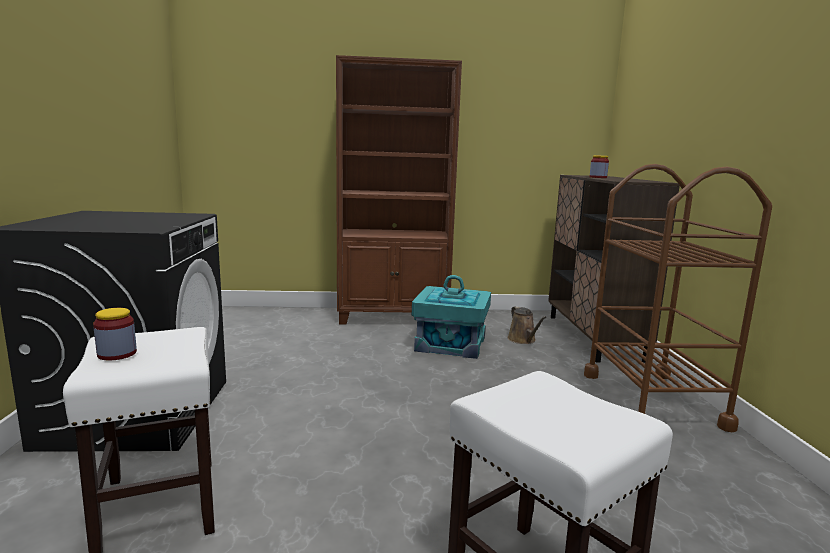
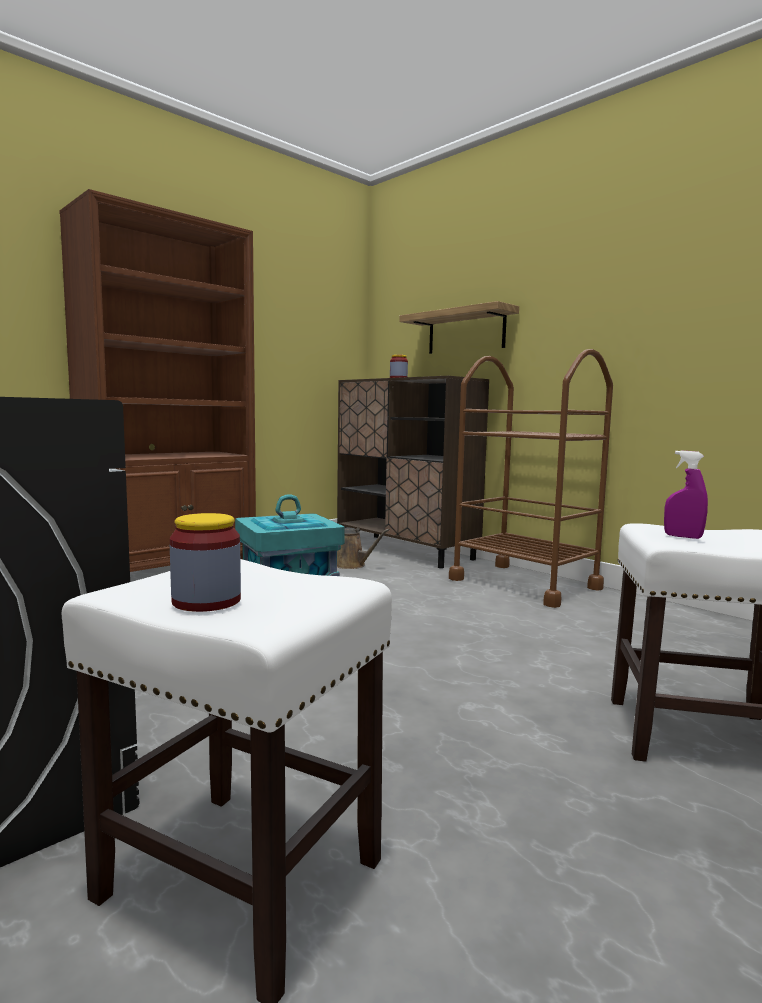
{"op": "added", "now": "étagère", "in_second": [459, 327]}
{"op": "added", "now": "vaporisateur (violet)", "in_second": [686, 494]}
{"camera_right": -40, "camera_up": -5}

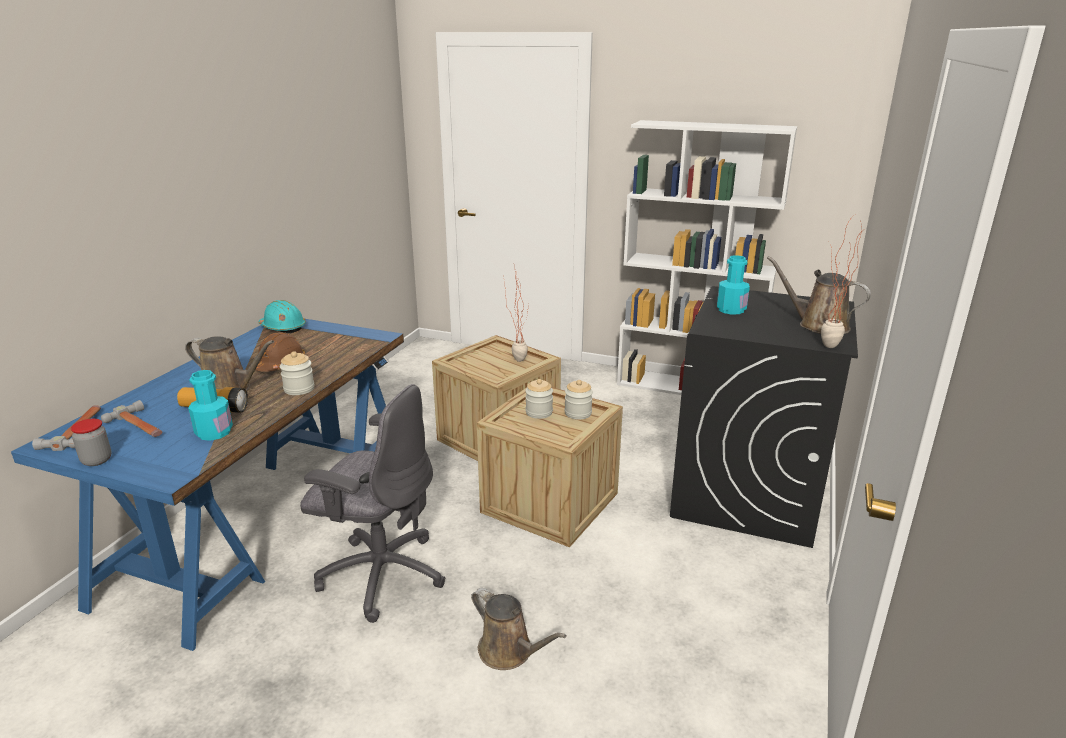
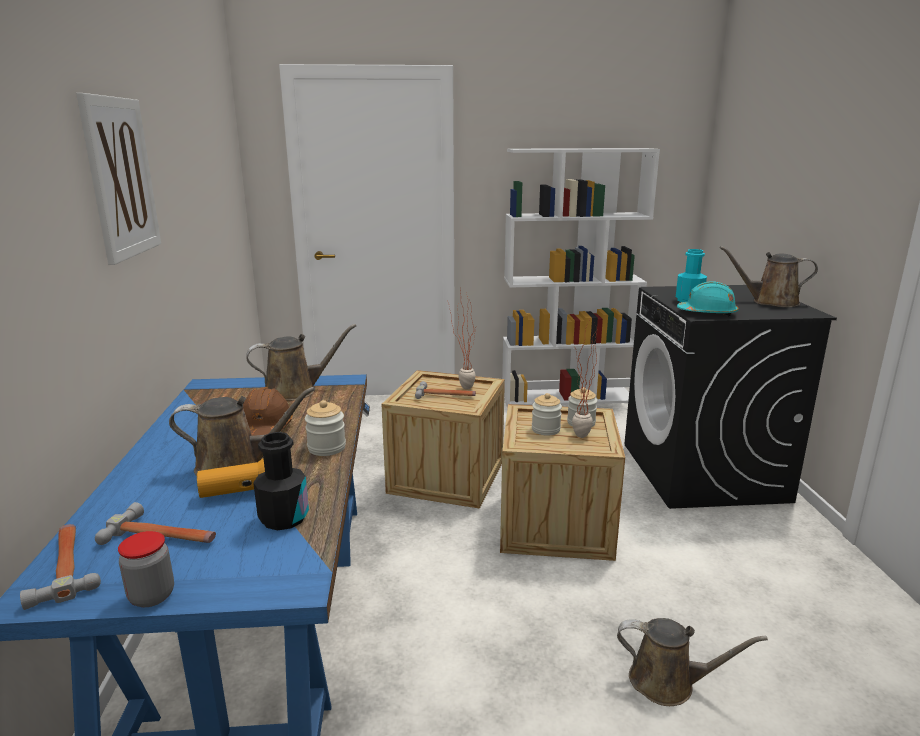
{"op": "moved", "was": "plante en pot", "in_first": [841, 282], "in_second": [584, 377]}
{"op": "moved", "was": "casque de chantier (turquoise)", "in_first": [282, 316], "in_second": [707, 298]}
{"op": "recoloured", "was": "bouteille (turquoise)", "now": "bouteille (noir)", "in_first": [210, 405], "in_second": [281, 481]}
{"op": "removed", "was": "chaise de bureau (gris)", "in_first": [373, 503]}
{"op": "added", "now": "tableau", "in_second": [118, 179]}
{"op": "added", "now": "arrosoir (marron)", "in_second": [301, 362]}
{"op": "added", "now": "marteau", "in_second": [445, 390]}
{"camera_right": -25, "camera_up": -5}

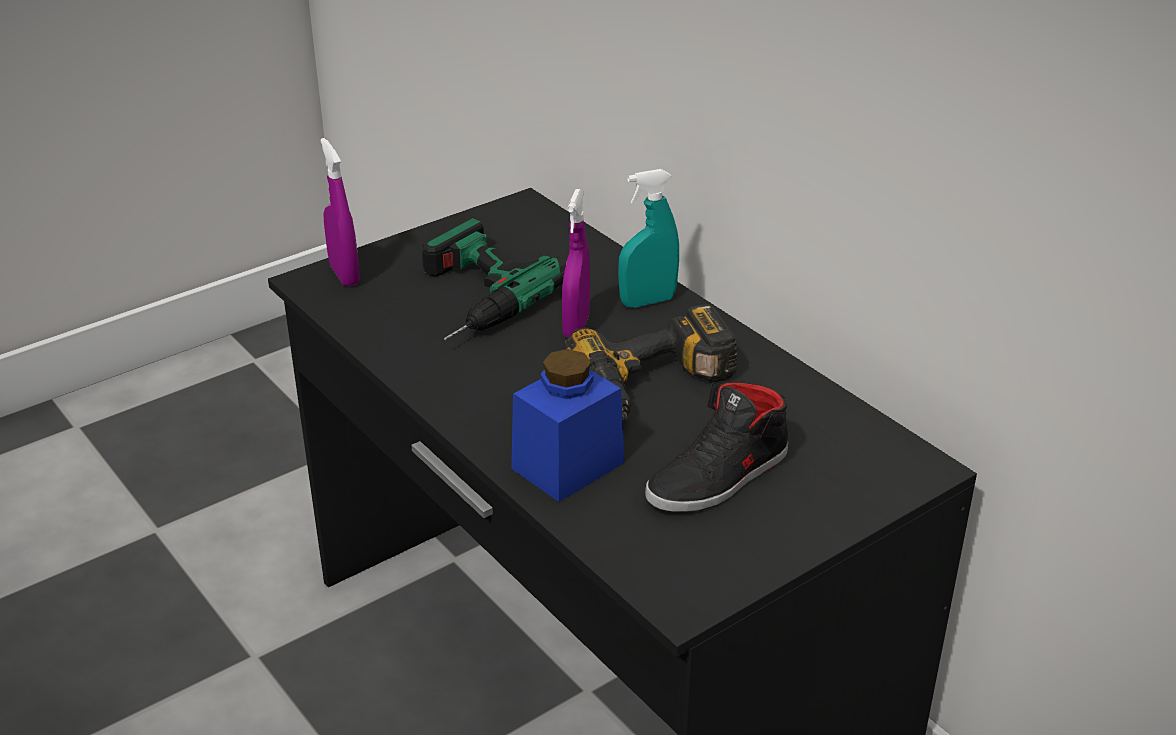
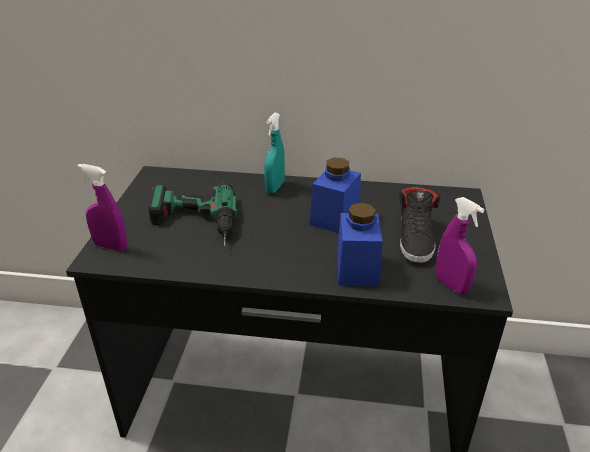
{"op": "moved", "was": "vaporisateur (violet)", "in_first": [576, 263], "in_second": [459, 245]}
{"op": "replaced", "was": "perceuse", "now": "bocal (bleu)", "in_first": [650, 362], "in_second": [335, 195]}
{"camera_right": -45, "camera_up": 0}

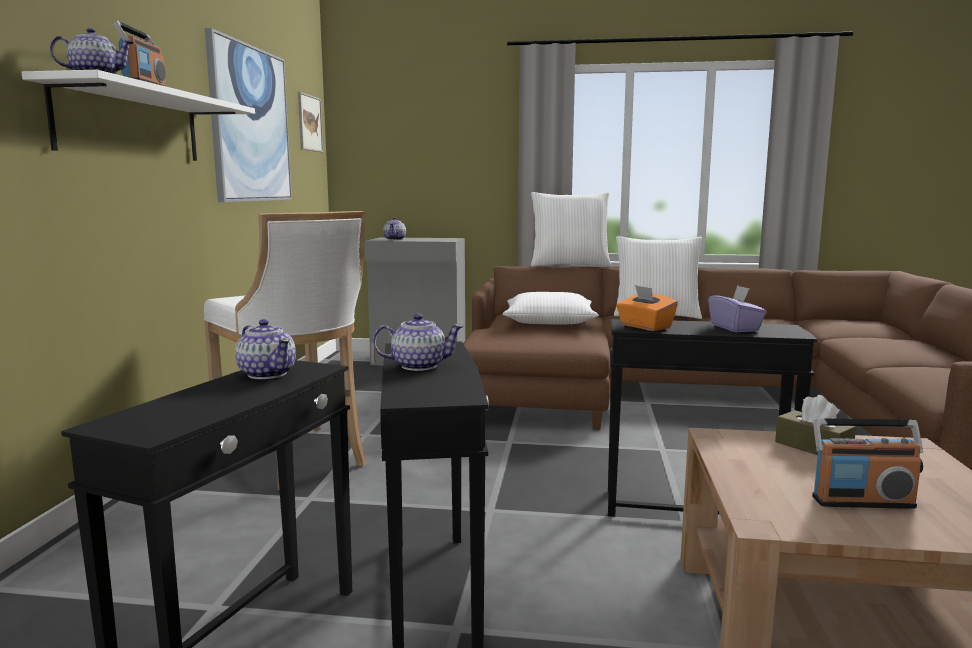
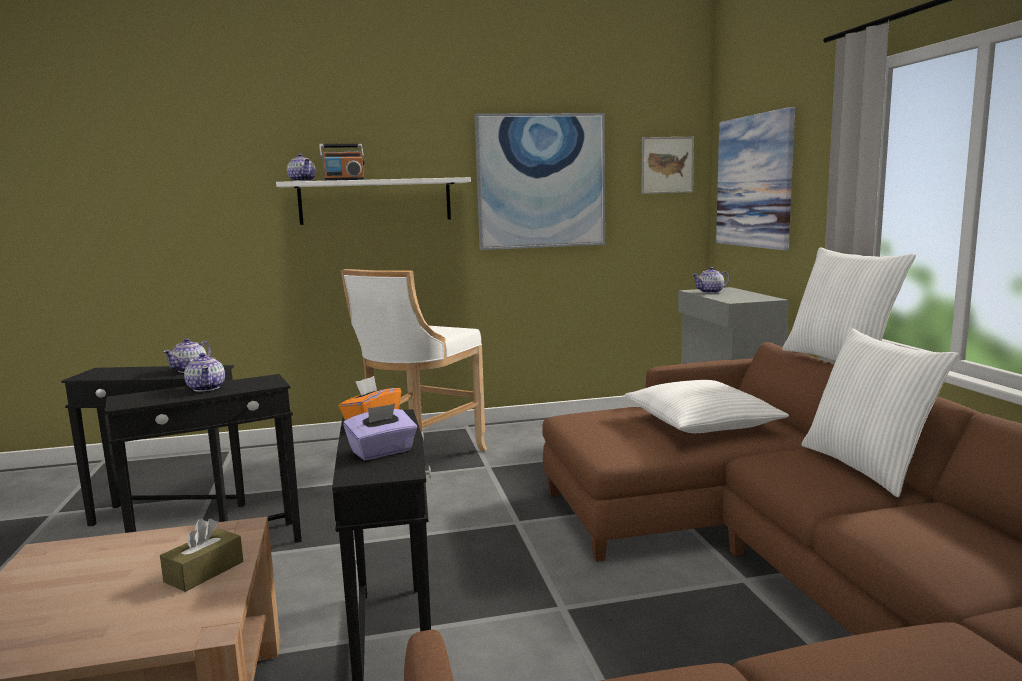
{"op": "removed", "was": "radio", "in_first": [867, 463]}
{"op": "added", "now": "tableau", "in_second": [755, 178]}
{"camera_right": 70, "camera_up": 0}

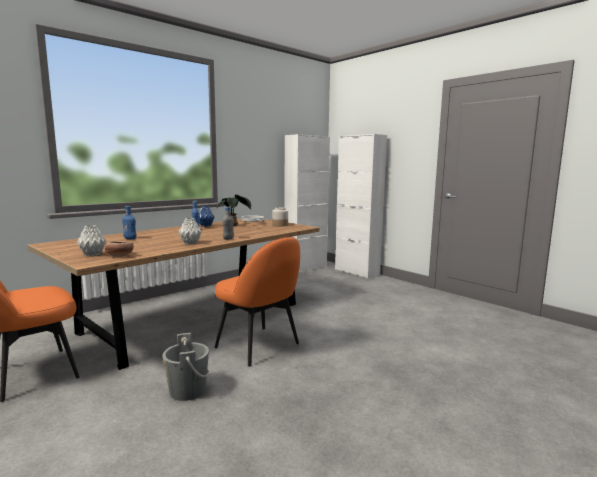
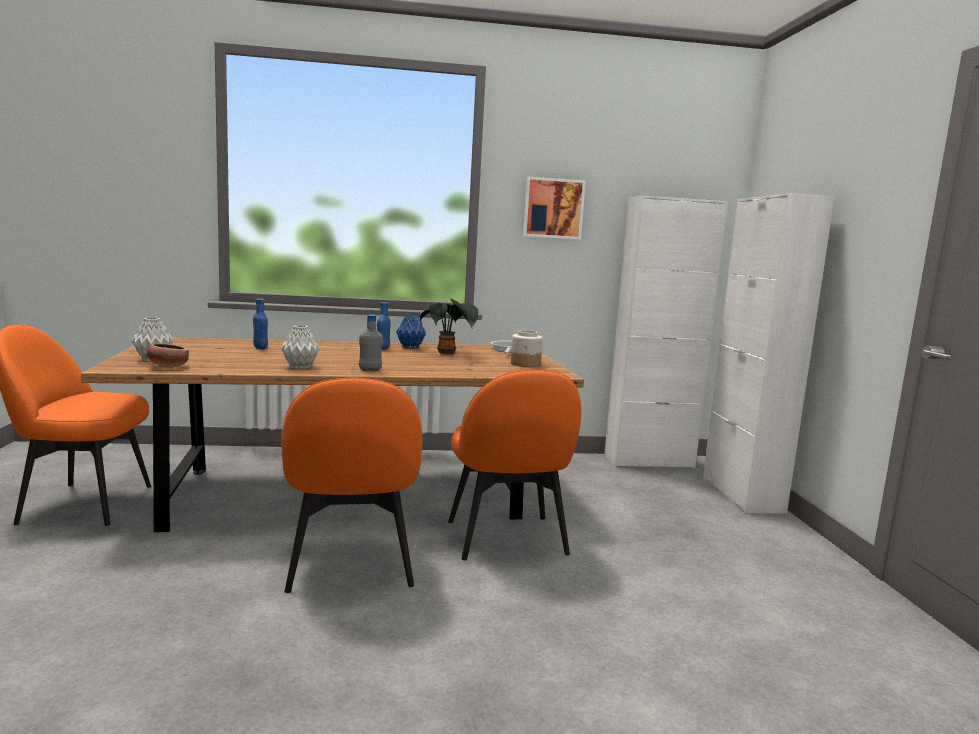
{"op": "removed", "was": "seau (gris)", "in_first": [185, 367]}
{"op": "added", "now": "tableau", "in_second": [554, 208]}
{"op": "added", "now": "chaise (orange)", "in_second": [514, 465]}
{"camera_right": 35, "camera_up": 0}

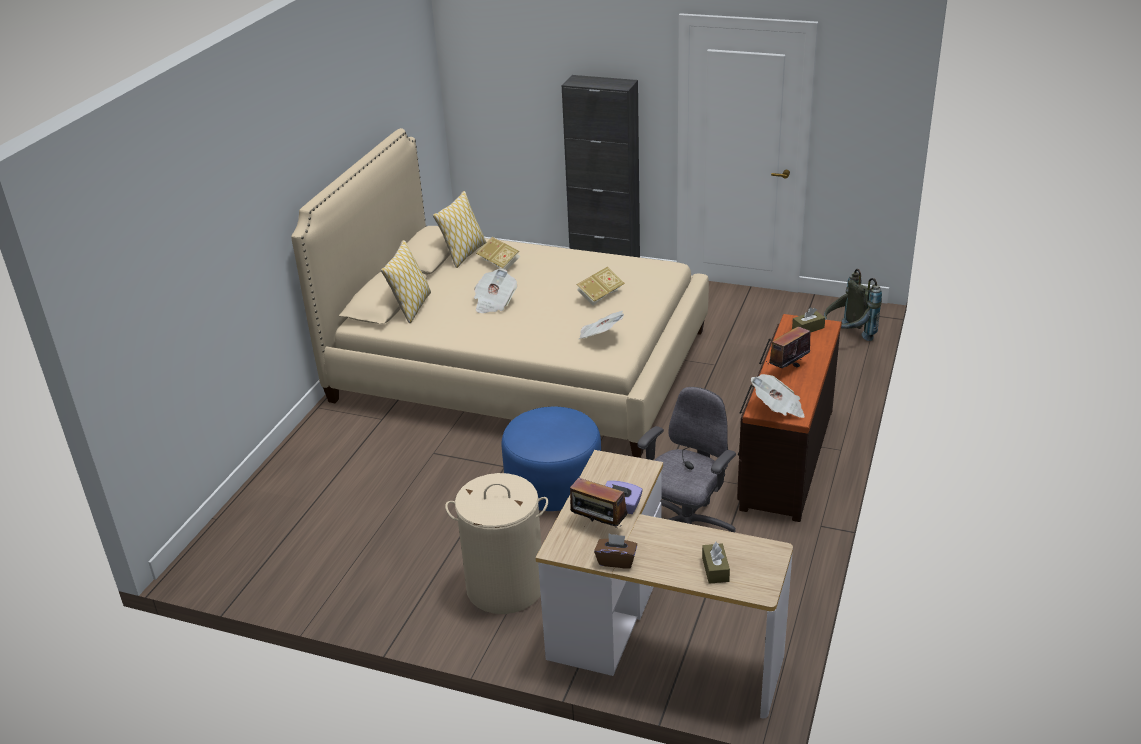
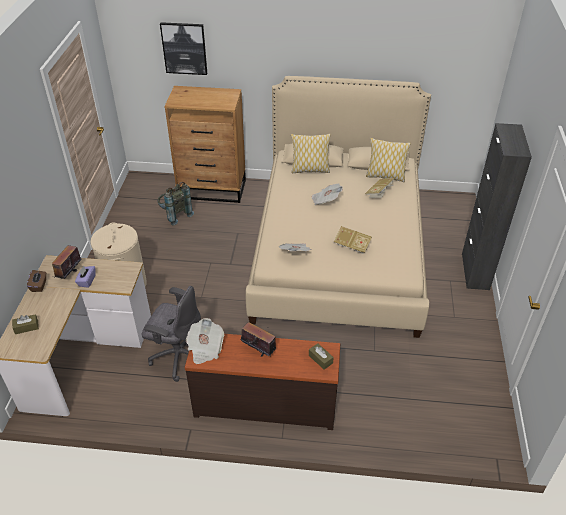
{"op": "moved", "was": "sac à dos (gris)", "in_first": [853, 305], "in_second": [175, 204]}
{"op": "removed", "was": "pouf (bleu)", "in_first": [551, 459]}
{"op": "added", "now": "tableau", "in_second": [183, 48]}
{"op": "added", "now": "commode (marron)", "in_second": [205, 144]}
{"camera_right": 75, "camera_up": 10}

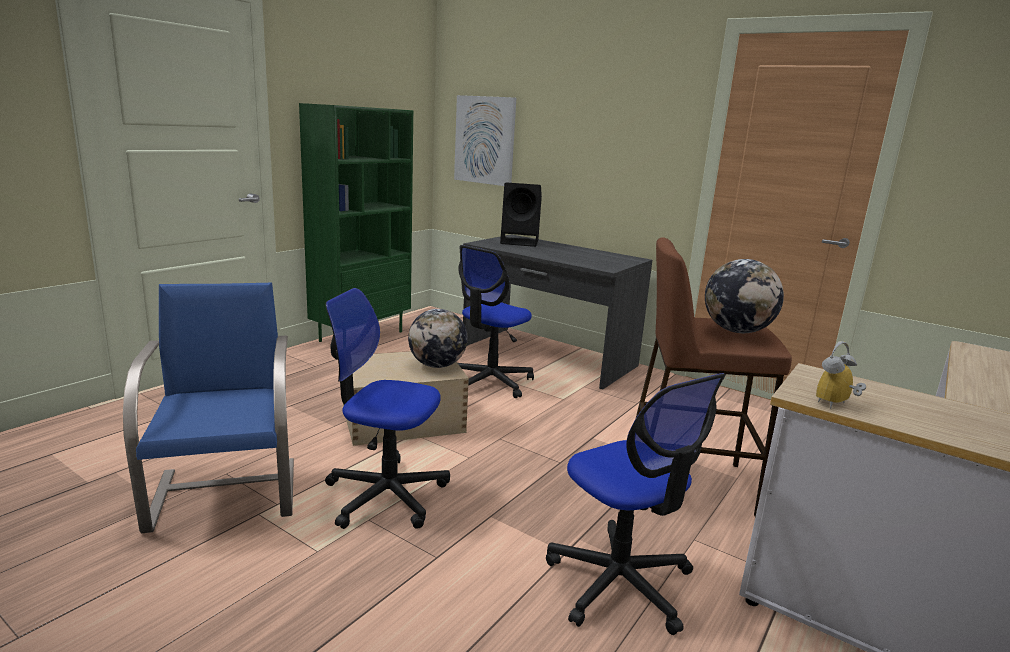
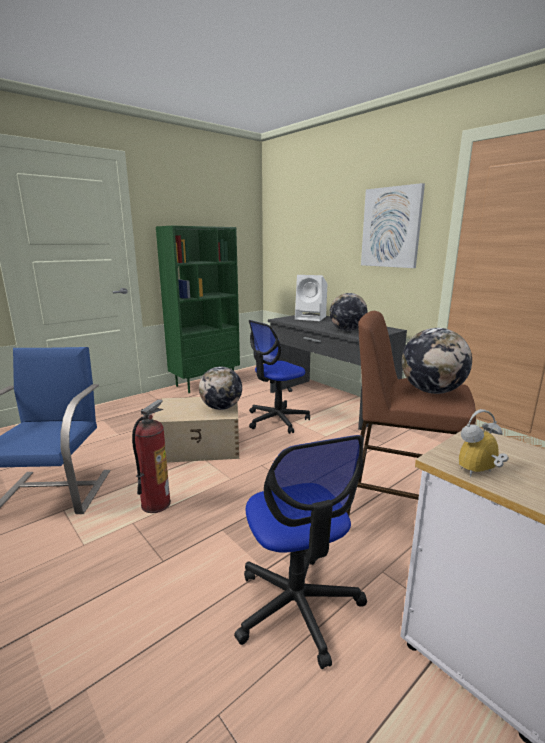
{"op": "moved", "was": "tableau", "in_first": [485, 140], "in_second": [393, 225]}
{"op": "recoloured", "was": "enceinte (noir)", "now": "enceinte (blanc)", "in_first": [521, 214], "in_second": [311, 298]}
{"op": "replaced", "was": "chaise de bureau", "now": "extincteur", "in_first": [387, 408], "in_second": [151, 456]}
{"op": "added", "now": "globe", "in_second": [348, 312]}
{"camera_right": 15, "camera_up": 0}

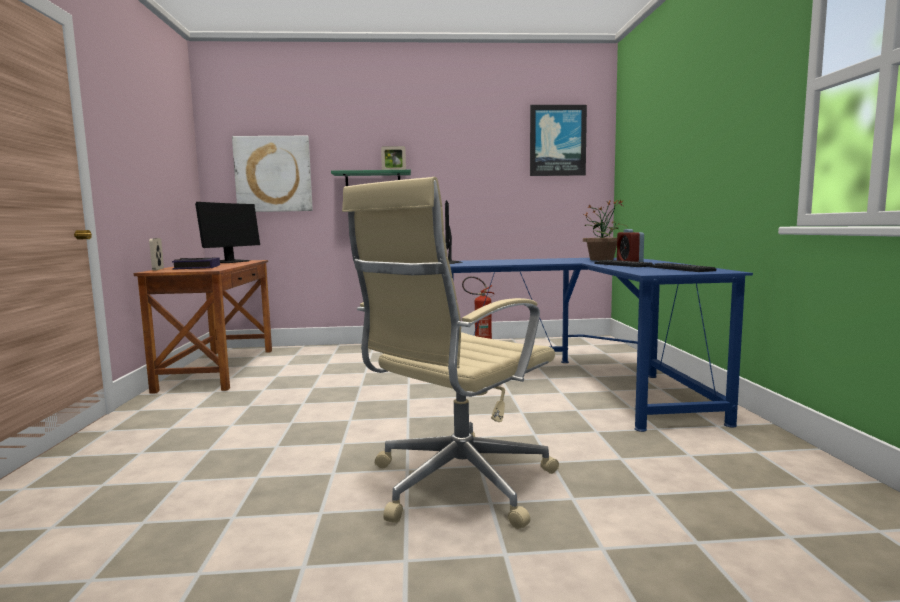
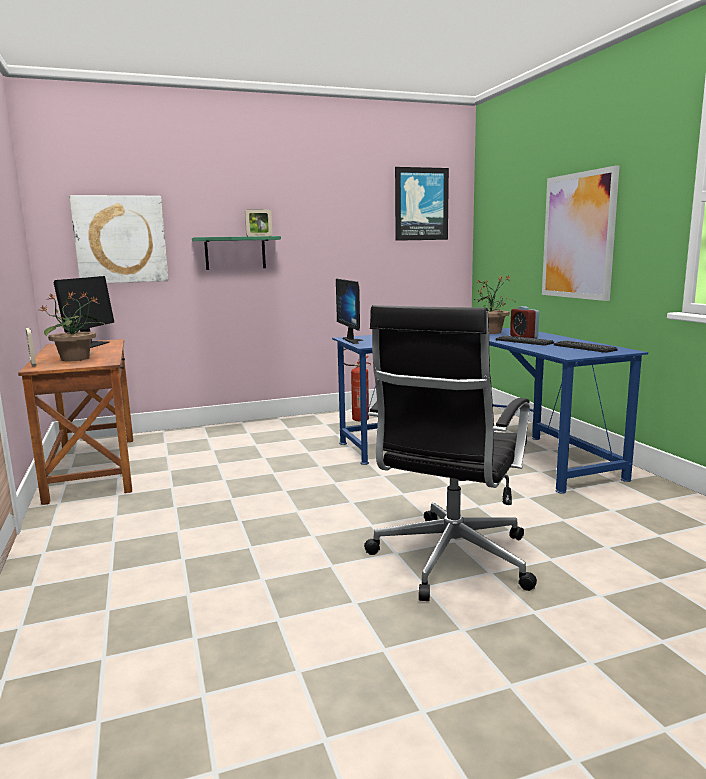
{"op": "recoloured", "was": "chaise de bureau (beige)", "now": "chaise de bureau (noir)", "in_first": [450, 353], "in_second": [450, 453]}
{"op": "replaced", "was": "livre", "now": "plante en pot", "in_first": [196, 263], "in_second": [72, 326]}
{"op": "added", "now": "tableau", "in_second": [581, 233]}
{"camera_right": -15, "camera_up": 5}

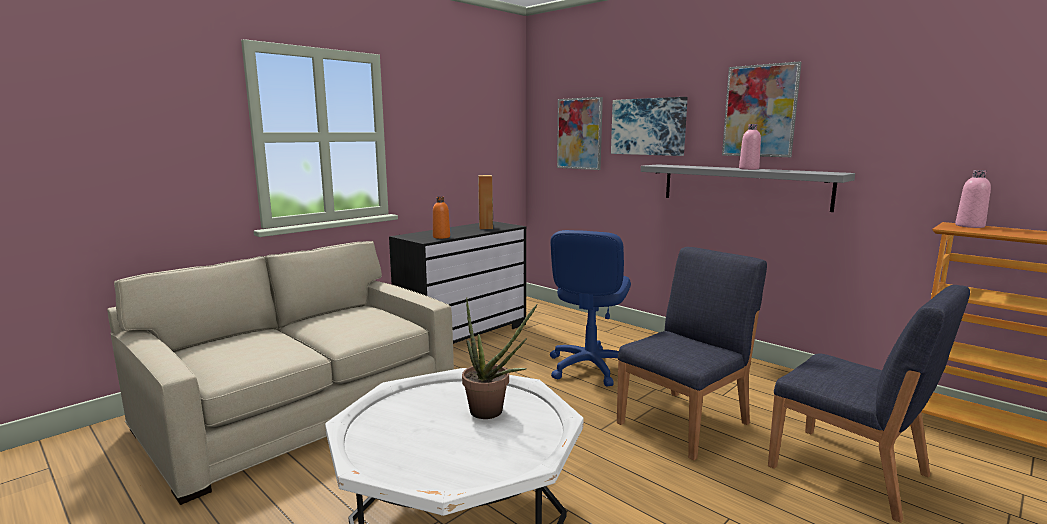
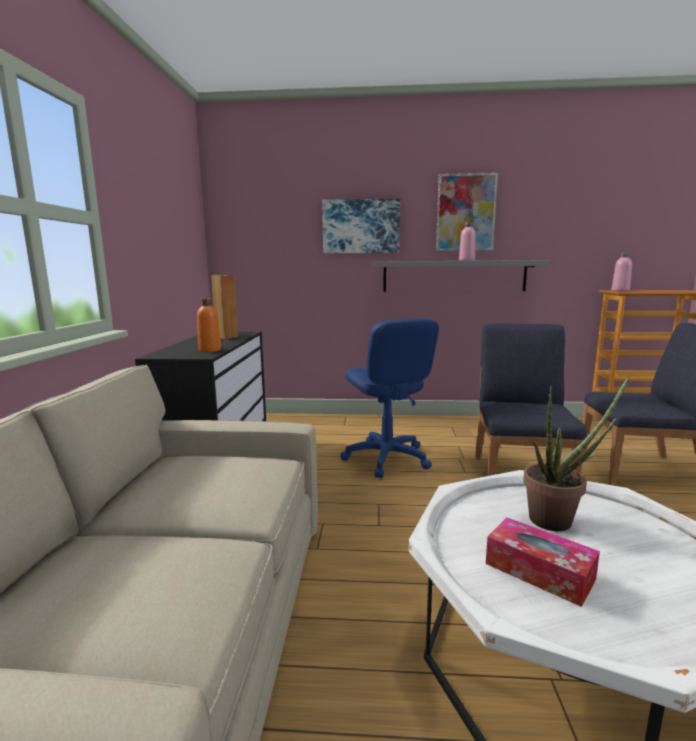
{"op": "removed", "was": "tableau", "in_first": [580, 133]}
{"op": "added", "now": "boîte à mouchoirs", "in_second": [543, 562]}
{"camera_right": -40, "camera_up": 0}

